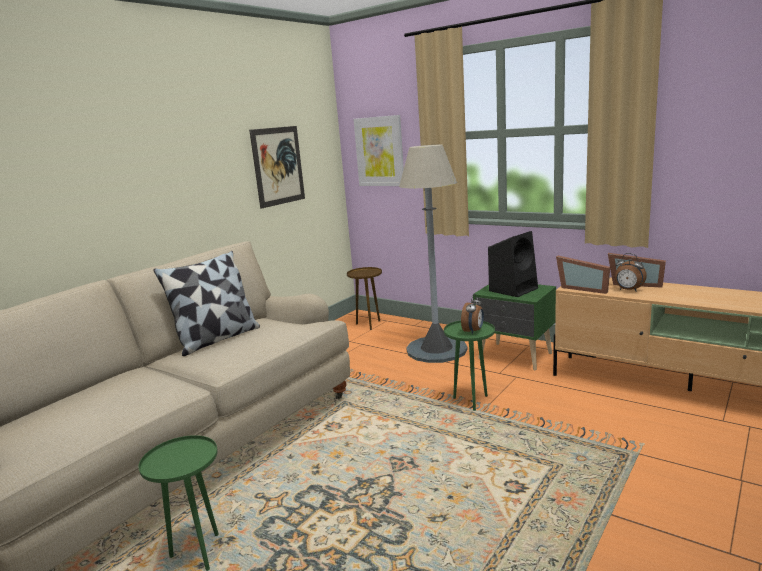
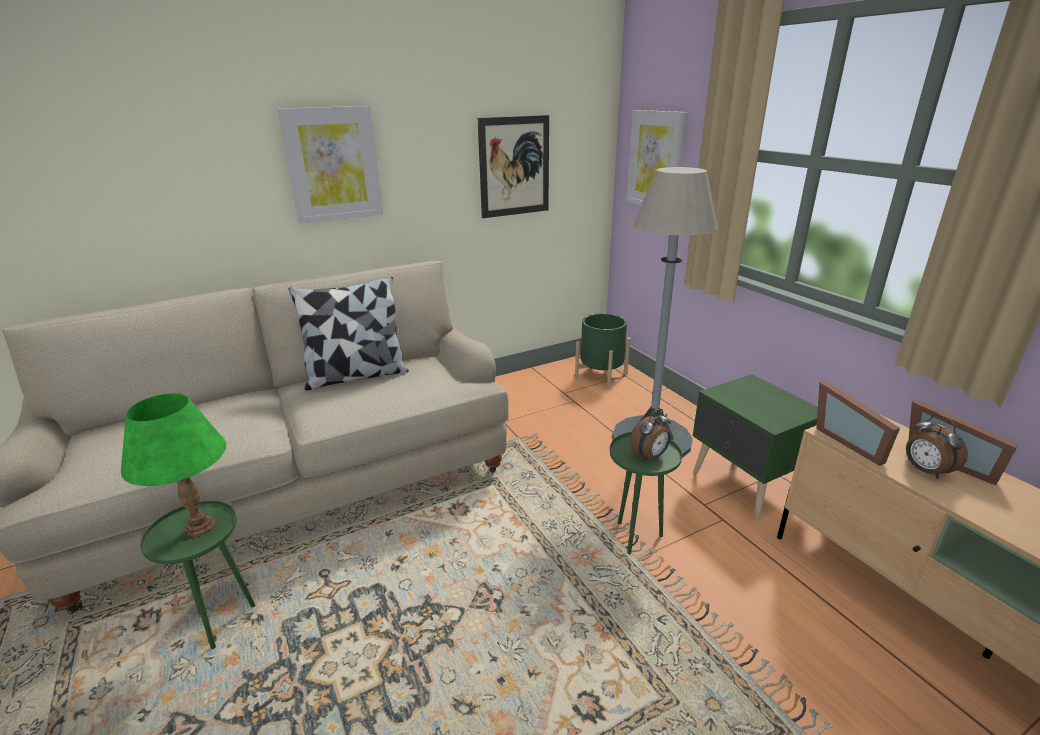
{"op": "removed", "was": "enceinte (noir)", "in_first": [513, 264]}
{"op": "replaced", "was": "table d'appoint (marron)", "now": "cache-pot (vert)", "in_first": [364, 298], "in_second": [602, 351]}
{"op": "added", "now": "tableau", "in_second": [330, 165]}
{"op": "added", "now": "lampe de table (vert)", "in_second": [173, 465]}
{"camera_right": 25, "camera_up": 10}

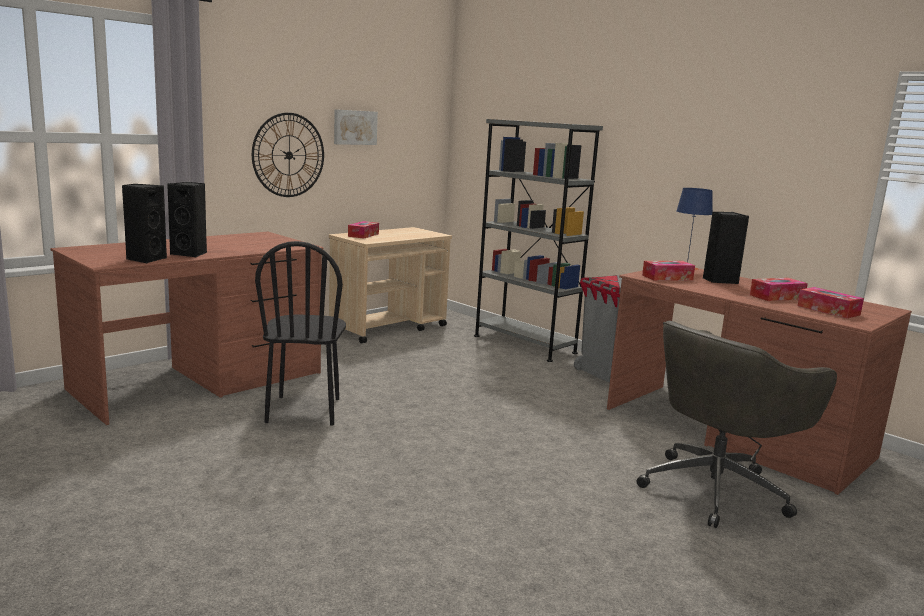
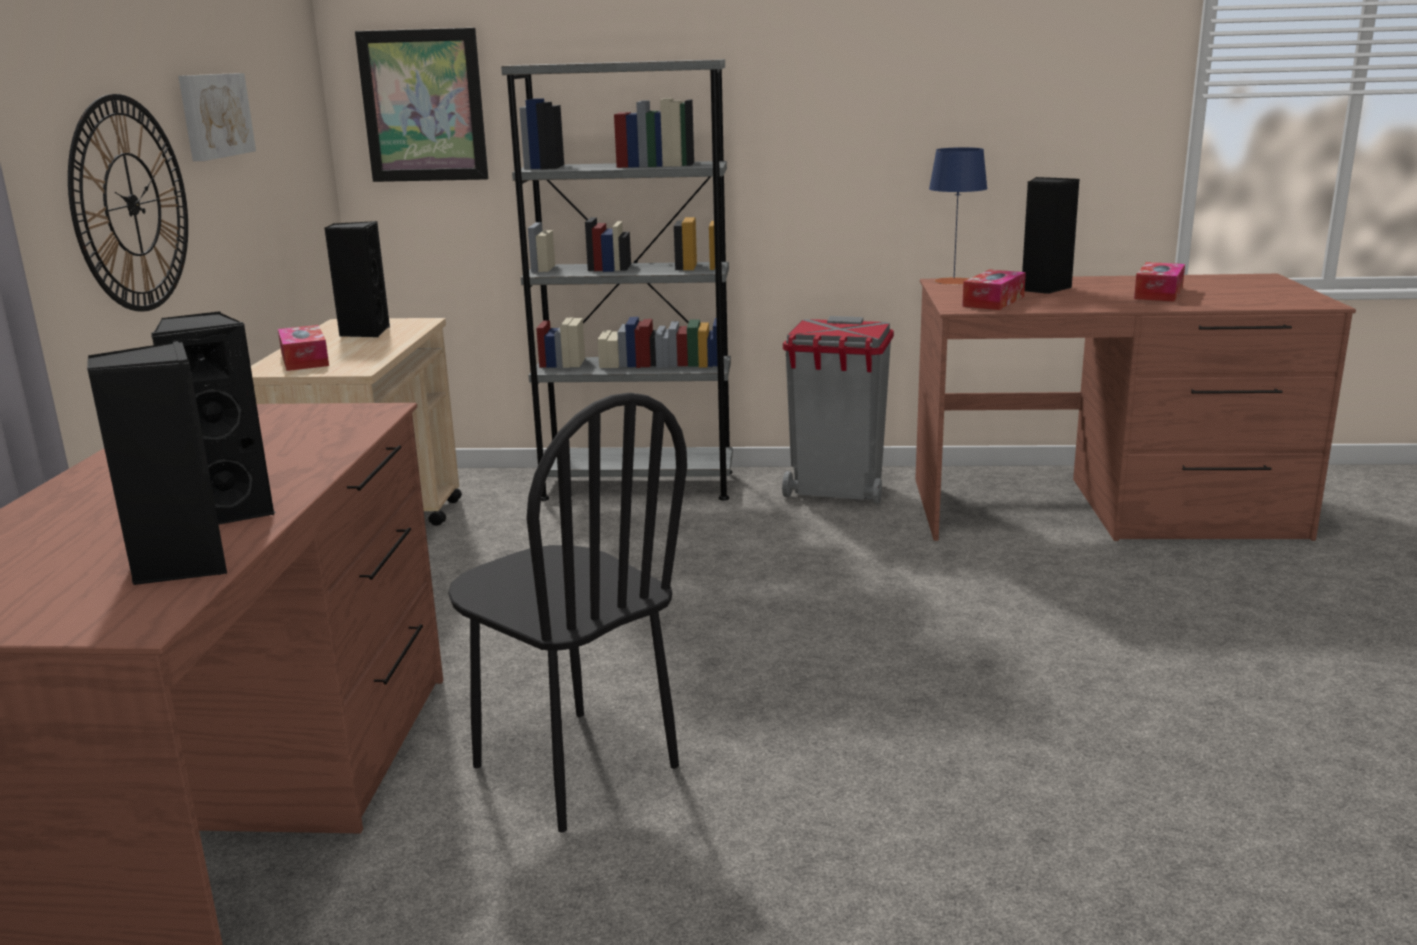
{"op": "removed", "was": "boîte à mouchoirs", "in_first": [831, 302]}
{"op": "removed", "was": "chaise de bureau (gris)", "in_first": [737, 424]}
{"op": "added", "now": "tableau", "in_second": [421, 105]}
{"op": "added", "now": "enceinte (noir)", "in_second": [357, 279]}
{"camera_right": -40, "camera_up": 5}

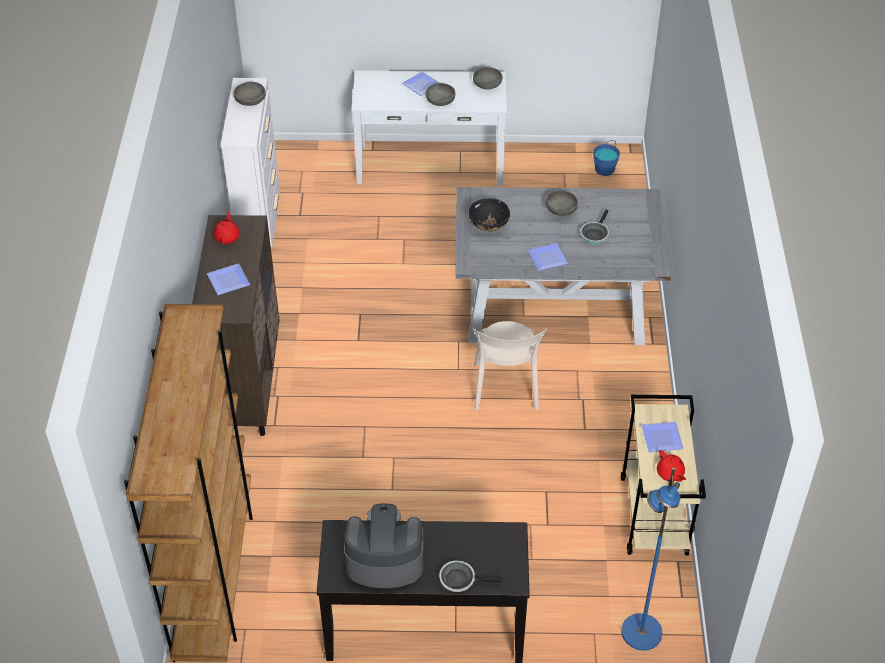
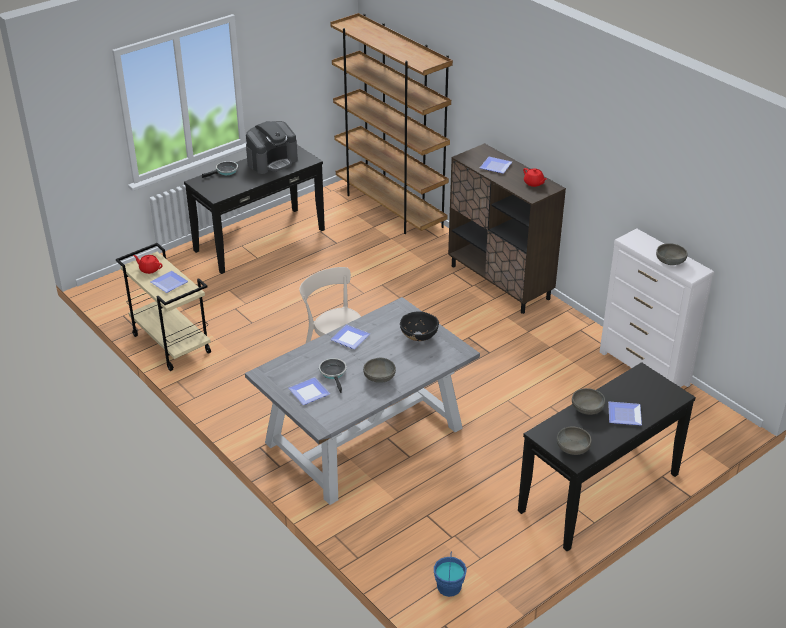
{"op": "recoloured", "was": "table console (blanc)", "now": "table console (noir)", "in_first": [429, 128], "in_second": [607, 456]}
{"op": "removed", "was": "lampadaire (bleu)", "in_first": [651, 558]}
{"op": "added", "now": "assiette", "in_second": [309, 391]}
{"camera_right": 140, "camera_up": -10}

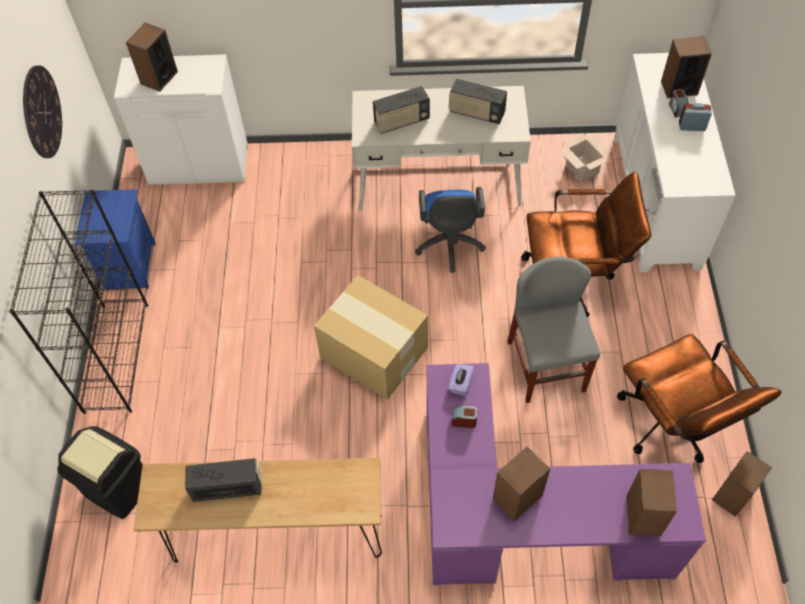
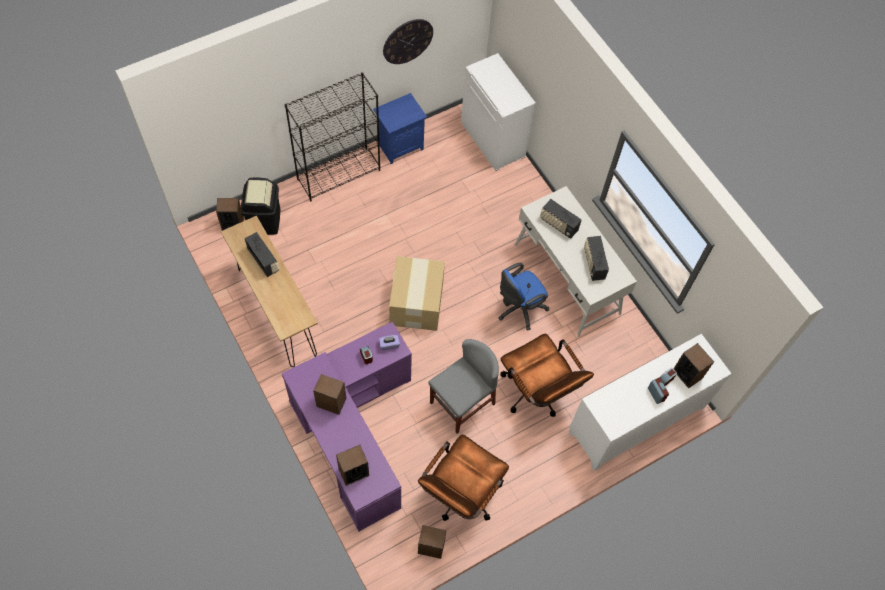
{"op": "moved", "was": "enceinte", "in_first": [152, 57], "in_second": [230, 214]}
{"op": "removed", "was": "carton", "in_first": [586, 158]}
{"camera_right": 55, "camera_up": 5}

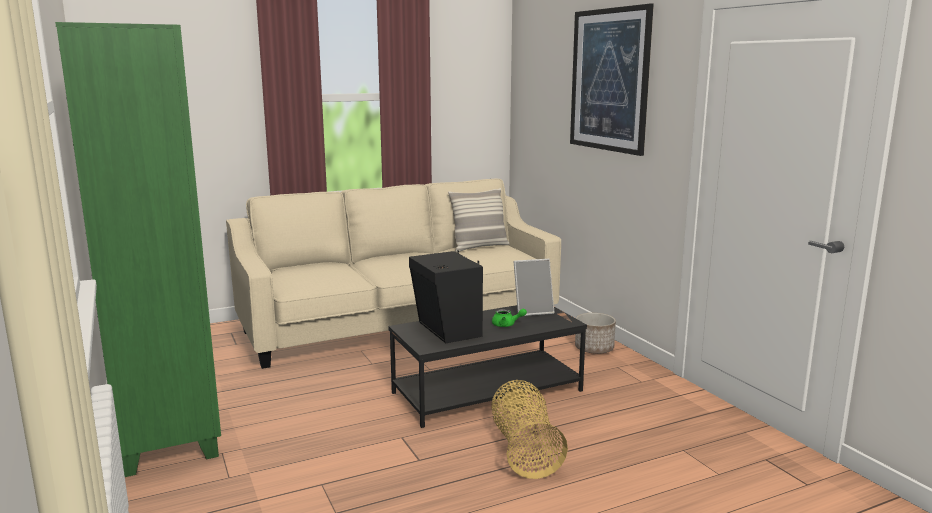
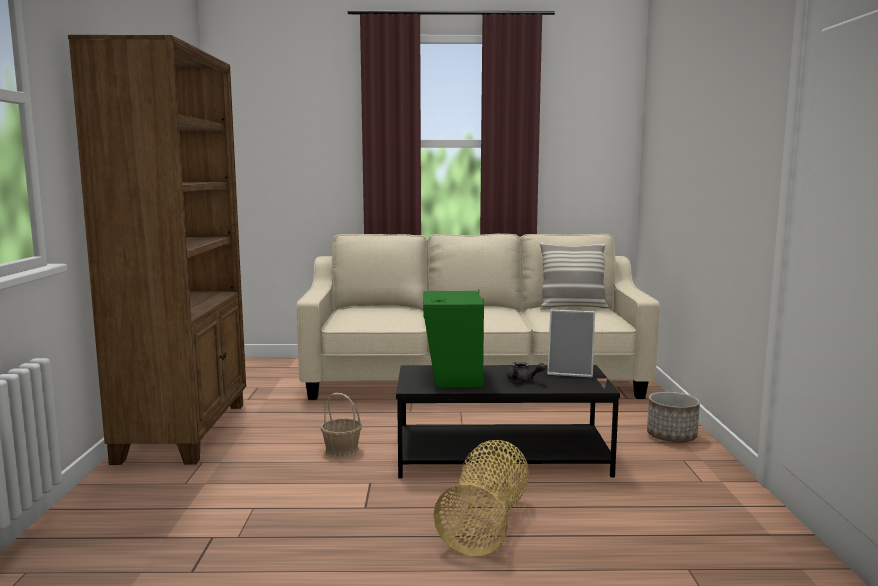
{"op": "removed", "was": "tableau", "in_first": [612, 79]}
{"op": "recoloured", "was": "bibliothèque (vert)", "now": "bibliothèque (marron)", "in_first": [138, 249], "in_second": [157, 250]}
{"op": "recoloured", "was": "enceinte (noir)", "now": "enceinte (vert)", "in_first": [446, 296], "in_second": [453, 339]}
{"op": "recoloured", "was": "théière (vert)", "now": "théière (gris)", "in_first": [509, 318], "in_second": [526, 372]}
{"op": "added", "now": "panier", "in_second": [341, 425]}
{"camera_right": 25, "camera_up": -5}

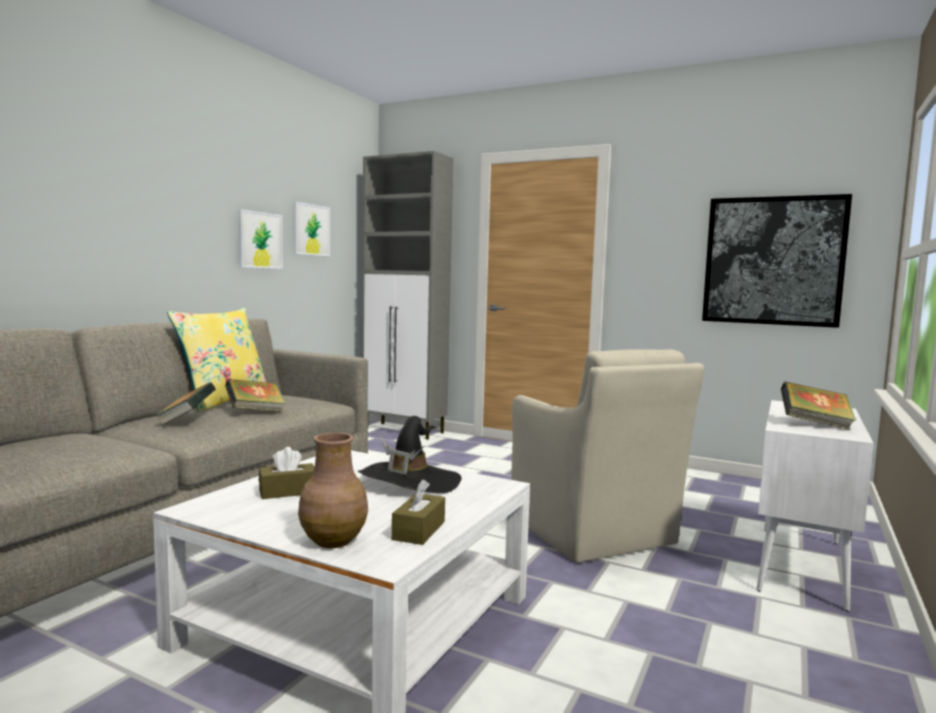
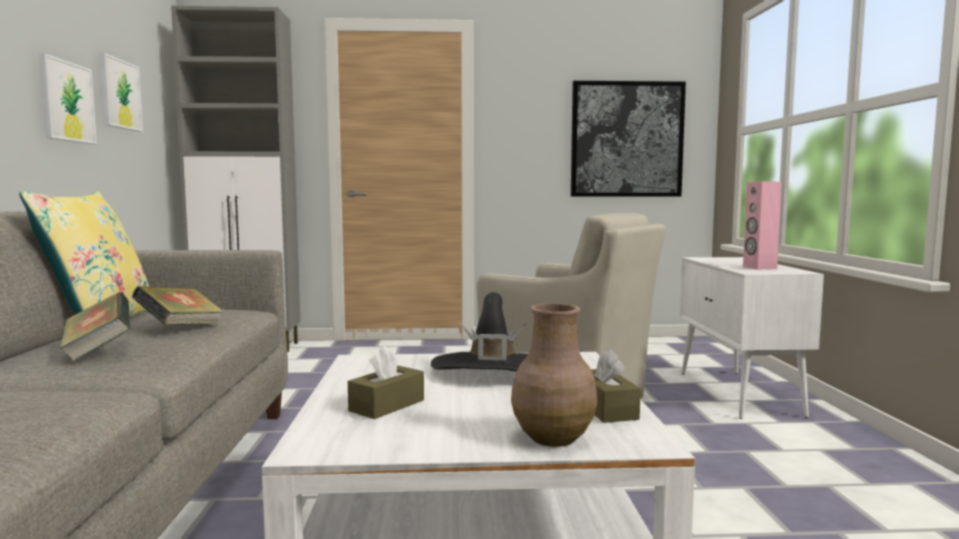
{"op": "replaced", "was": "livre", "now": "enceinte (rose)", "in_first": [818, 406], "in_second": [762, 226]}
{"camera_right": -30, "camera_up": 0}

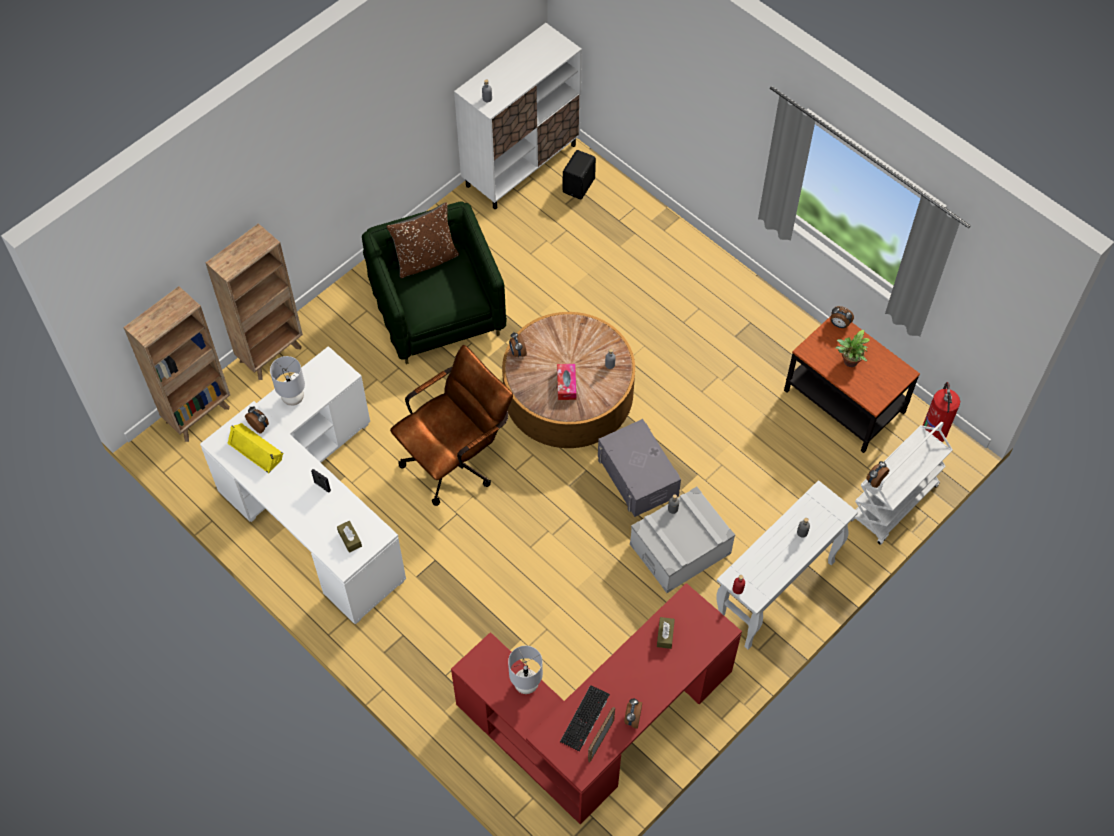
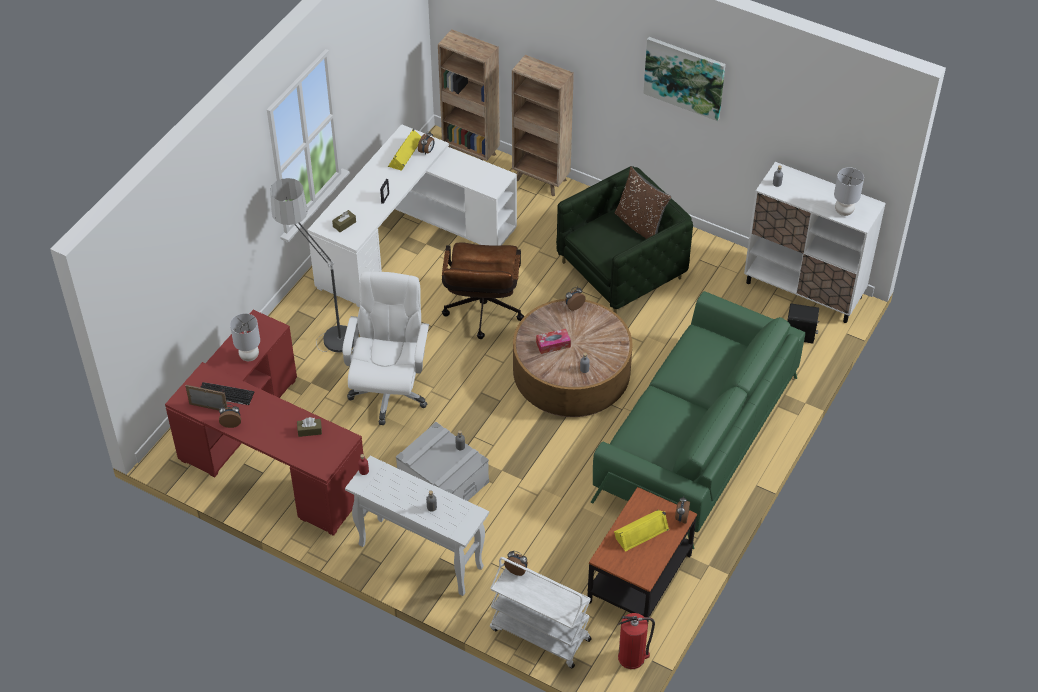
{"op": "replaced", "was": "plante en pot", "now": "enceinte (jaune)", "in_first": [852, 348], "in_second": [641, 531]}
{"op": "turned", "was": "chaise de bureau (marron)", "in_first": [451, 425], "in_second": [483, 290], "clockwise": 60}
{"op": "moved", "was": "lampe de table (gris)", "in_first": [287, 381], "in_second": [849, 191]}
{"op": "removed", "was": "boîte de rangement (gris)", "in_first": [639, 468]}
{"op": "added", "now": "tableau", "in_second": [684, 79]}
{"op": "added", "now": "lampadaire", "in_second": [312, 265]}
{"op": "added", "now": "chaise de bureau (blanc)", "in_second": [385, 348]}
{"op": "added", "now": "canapé (vert)", "in_second": [698, 420]}
{"camera_right": 75, "camera_up": -10}

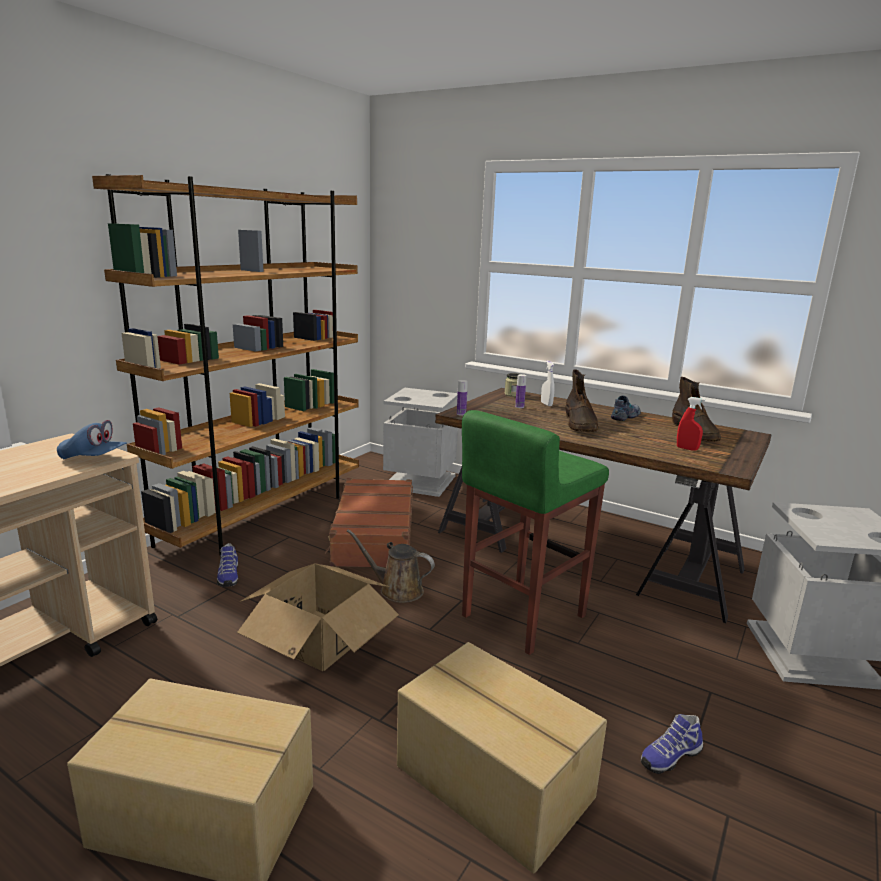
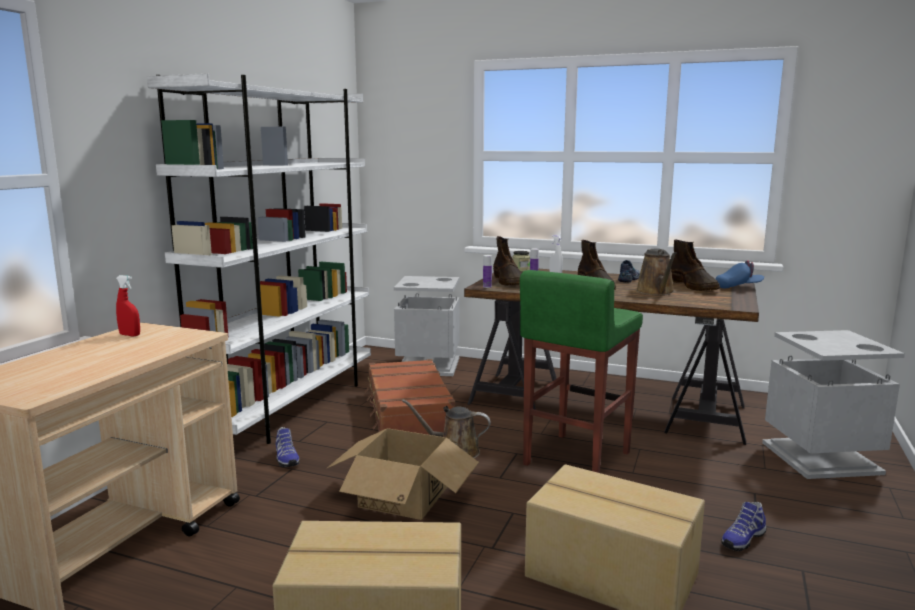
{"op": "recoloured", "was": "bibliothèque (marron)", "now": "bibliothèque (blanc)", "in_first": [225, 365], "in_second": [259, 258]}
{"op": "moved", "was": "vaporisateur (rouge)", "in_first": [691, 424], "in_second": [128, 305]}
{"op": "moved", "was": "casquette (bleu)", "in_first": [92, 439], "in_second": [740, 274]}
{"op": "added", "now": "botte (marron)", "in_second": [507, 260]}
{"op": "added", "now": "arrosoir (marron)", "in_second": [656, 272]}
{"camera_right": -10, "camera_up": -5}

